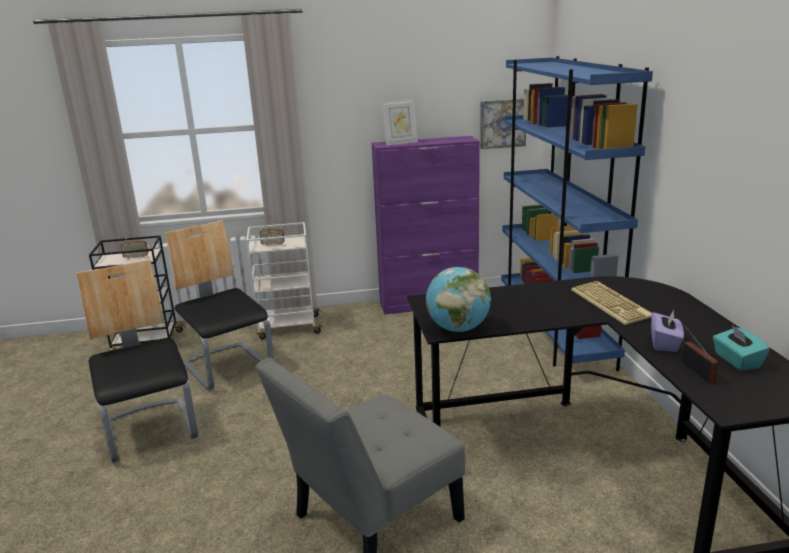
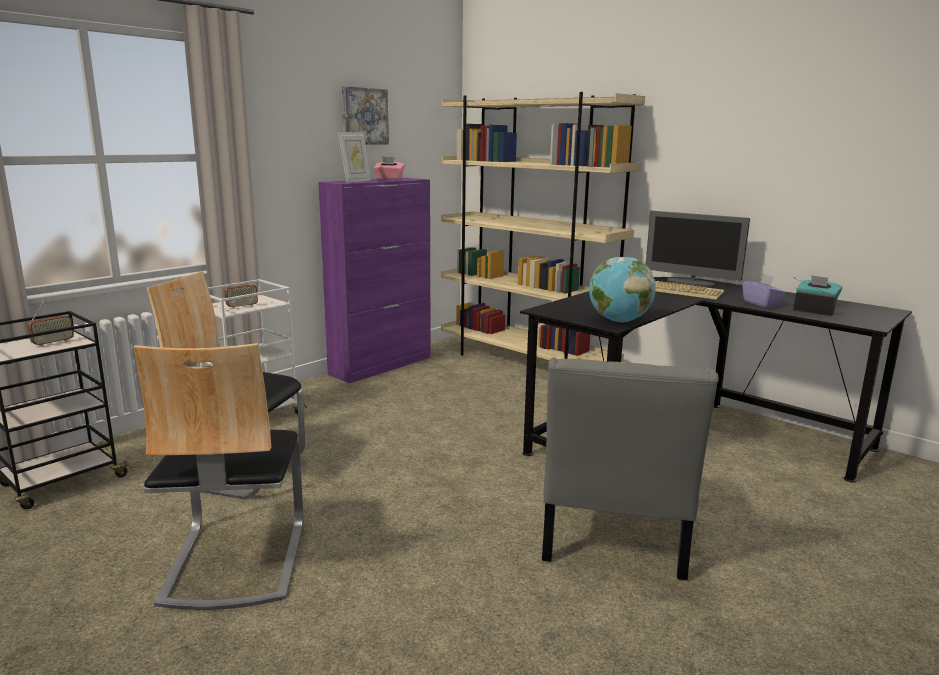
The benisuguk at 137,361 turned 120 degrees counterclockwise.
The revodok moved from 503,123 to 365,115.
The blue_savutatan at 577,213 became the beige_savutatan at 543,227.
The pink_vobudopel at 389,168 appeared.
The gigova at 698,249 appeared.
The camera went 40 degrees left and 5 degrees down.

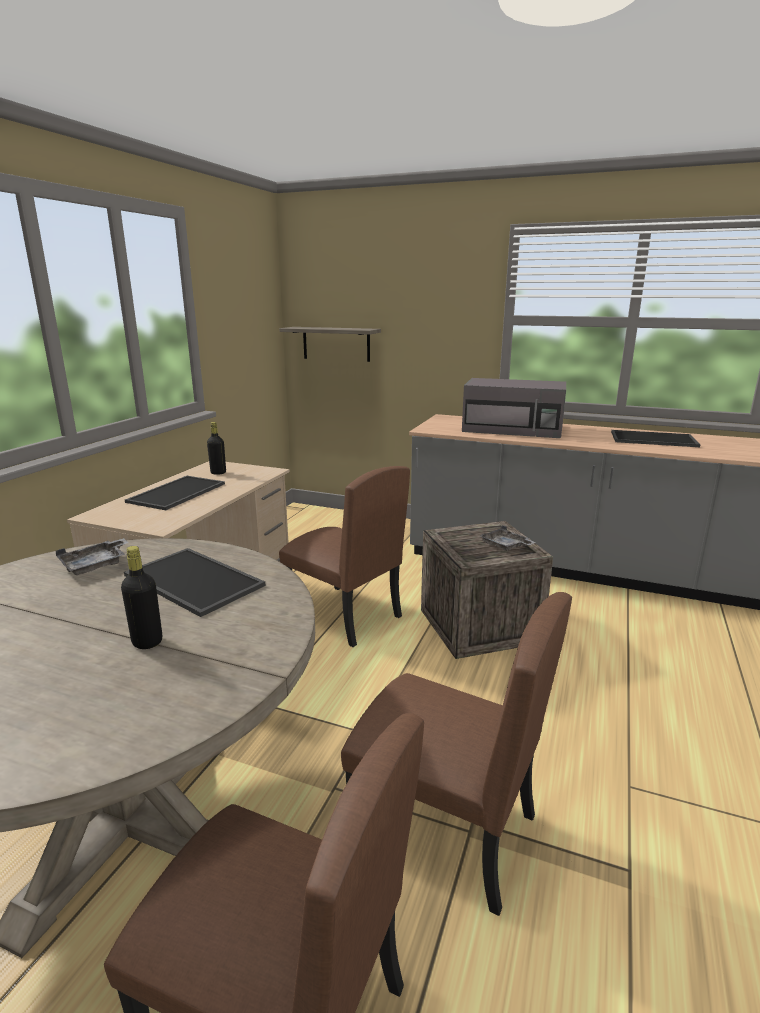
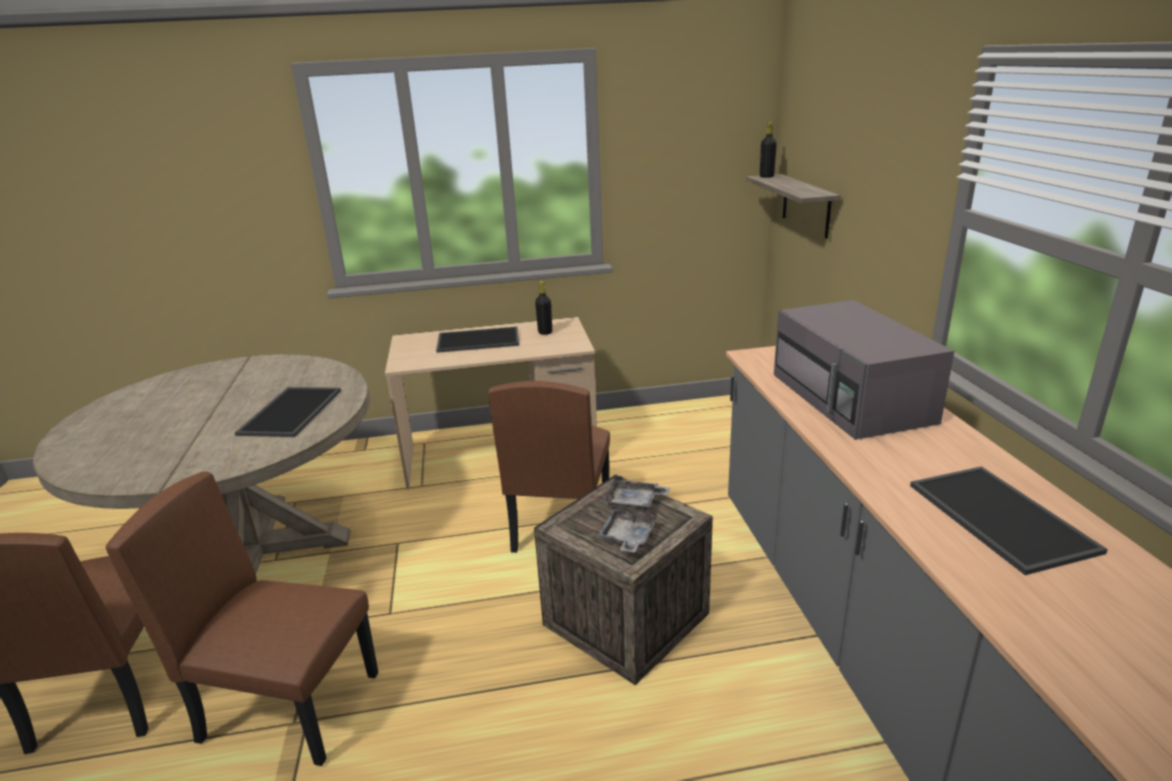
The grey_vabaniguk moved from 92,556 to 637,493.
The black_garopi moved from 141,597 to 768,150.
The brown_benisuguk at 456,754 turned 105 degrees clockwise.
The camera went 60 degrees right and 5 degrees up.

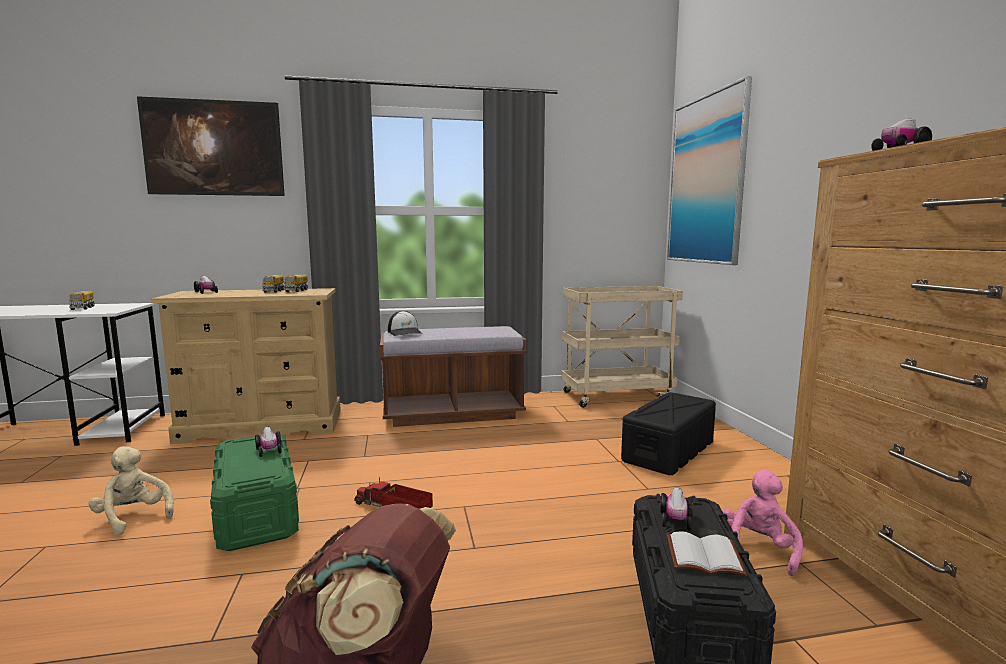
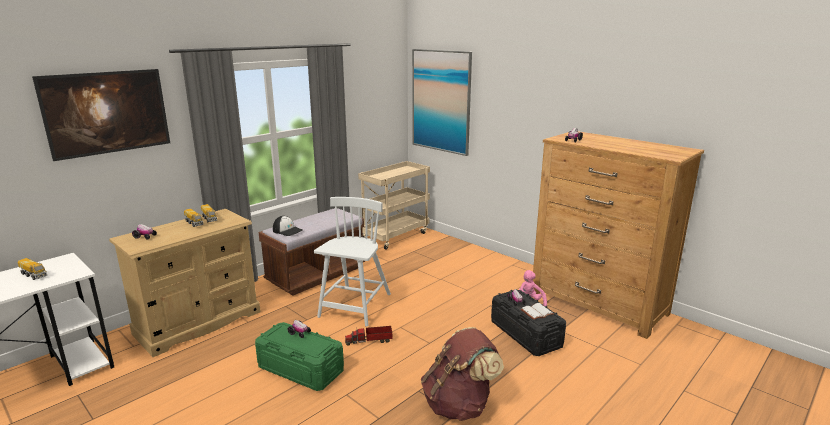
The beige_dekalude at 131,490 disappeared.
The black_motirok at 668,433 disappeared.
The white_benisuguk at 352,262 appeared.
The camera went 35 degrees left and 10 degrees up.

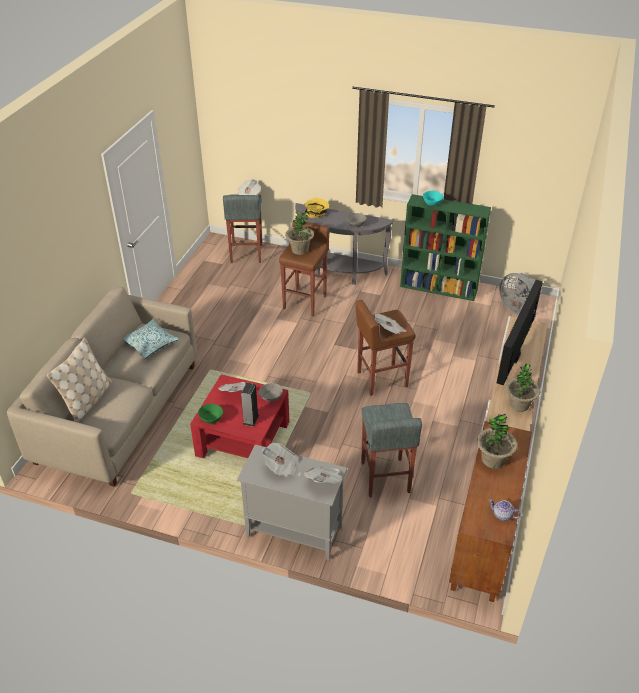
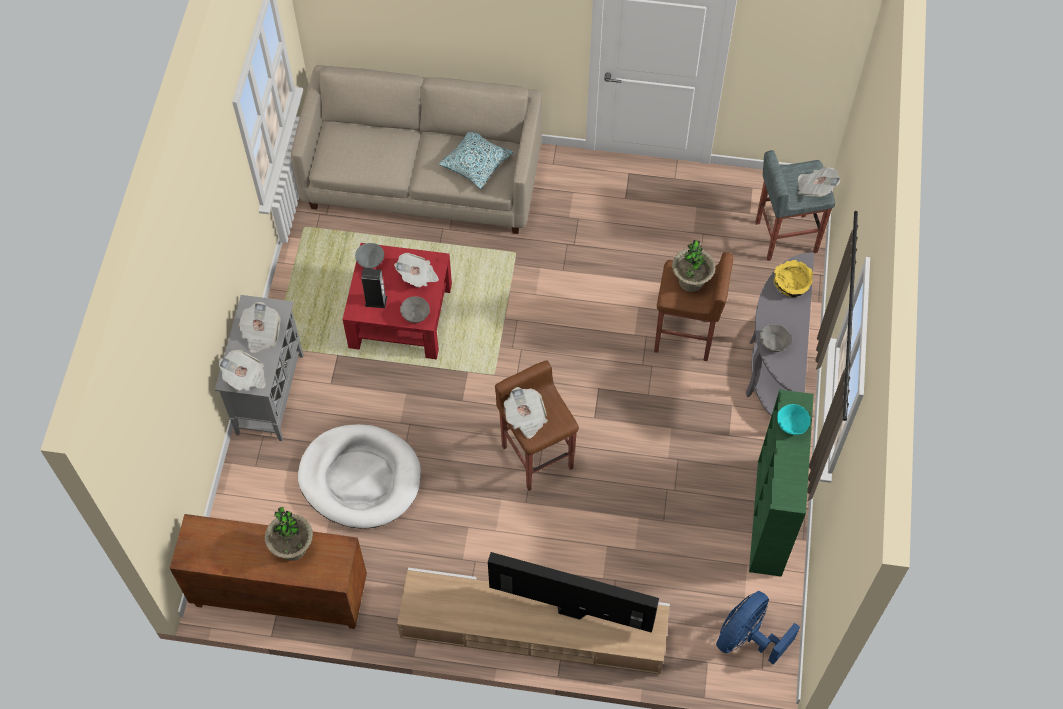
The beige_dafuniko at 79,379 disappeared.
The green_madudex at 210,413 became the grey_madudex at 369,256.
The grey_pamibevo at 391,450 was replaced by the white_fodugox at 359,476.
The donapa at 505,510 disappeared.
The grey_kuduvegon at 517,293 became the blue_kuduvegon at 758,628.
The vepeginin at 523,388 disappeared.
The camera went 80 degrees right and 20 degrees up.

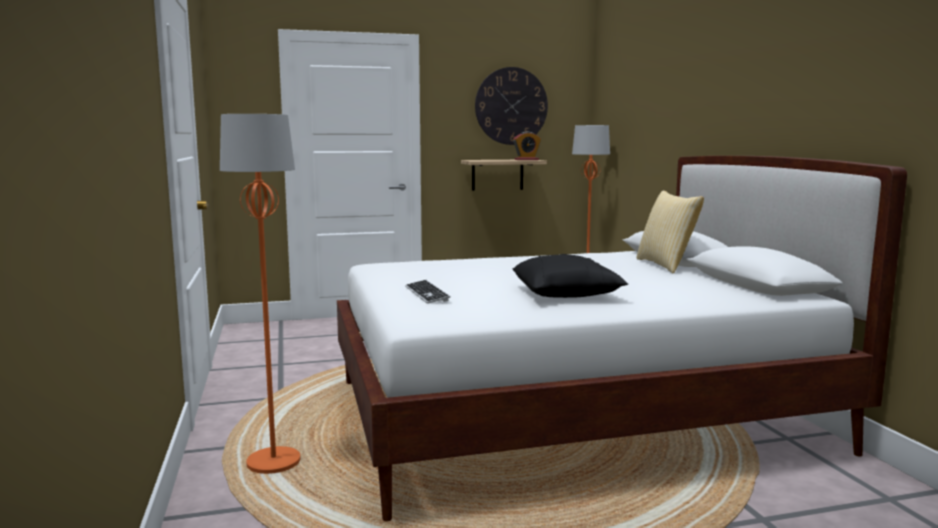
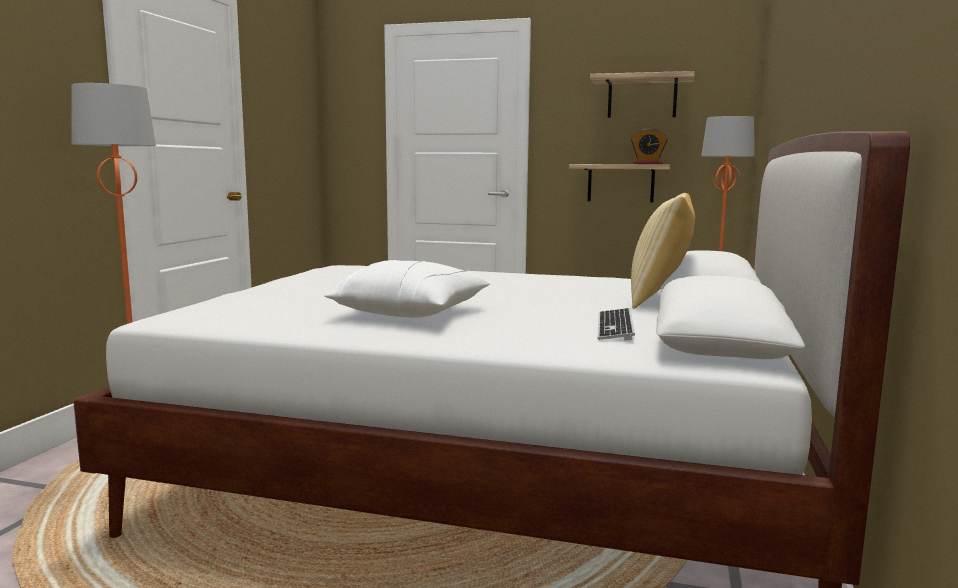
The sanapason moved from 427,292 to 616,324.
The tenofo at 511,106 was replaced by the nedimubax at 642,94.
The black_dafuniko at 570,276 became the white_dafuniko at 407,289.
The camera went 30 degrees right and 0 degrees up.

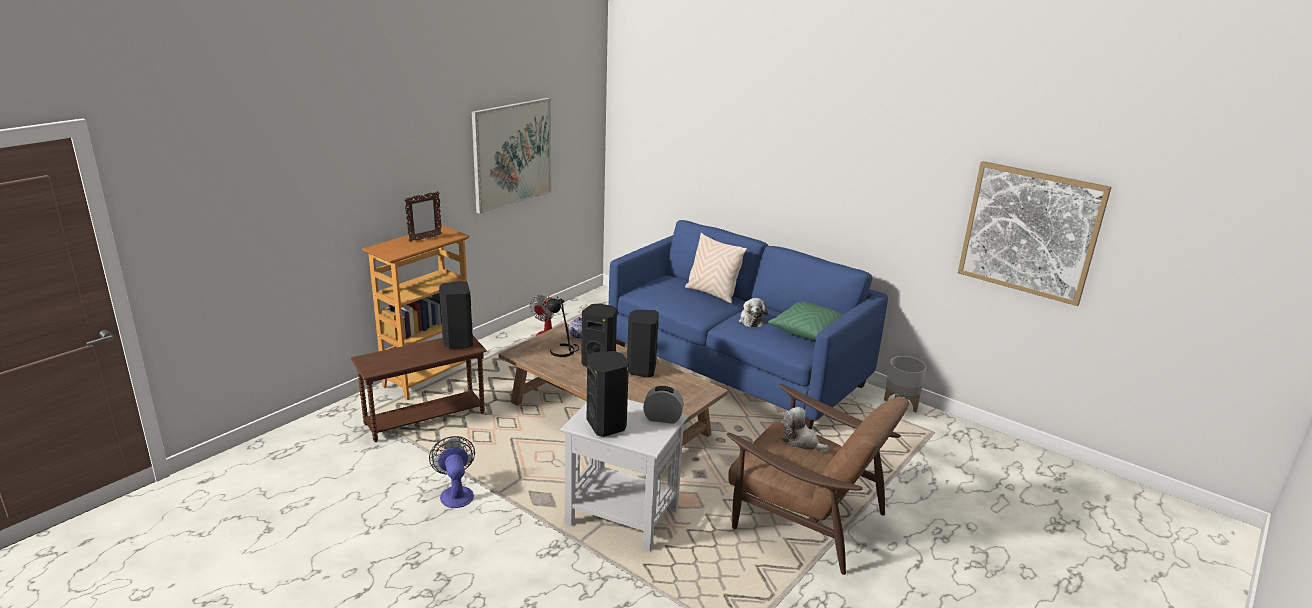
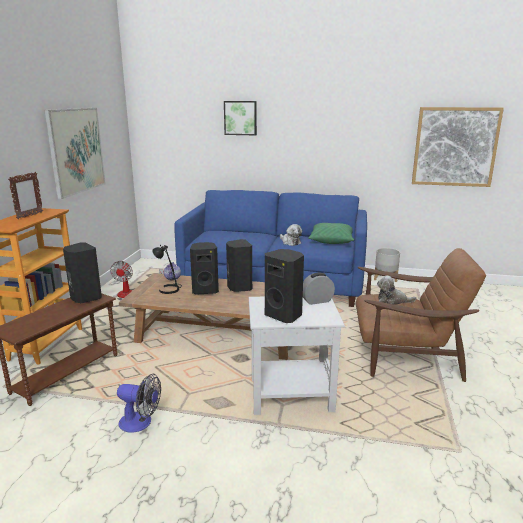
The kuduvegon at 452,472 turned 150 degrees clockwise.
The beige_dafuniko at 716,268 disappeared.
The revodok at 240,118 appeared.
The camera went 25 degrees left and 5 degrees down.

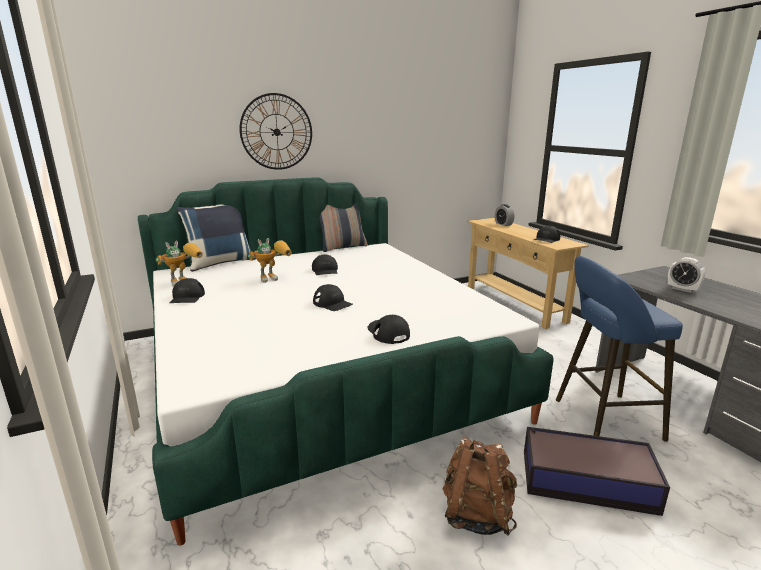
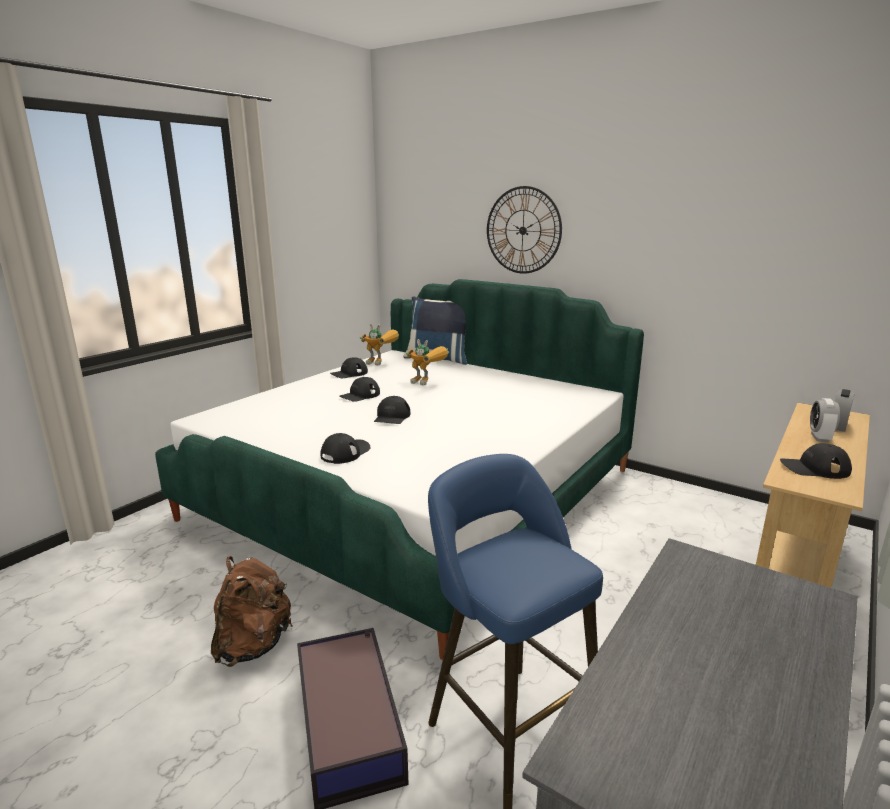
The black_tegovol moved from 325,265 to 360,389.
The dafuniko at 344,227 disappeared.
The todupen moved from 686,275 to 825,420.
The camera went 60 degrees right and 0 degrees up.

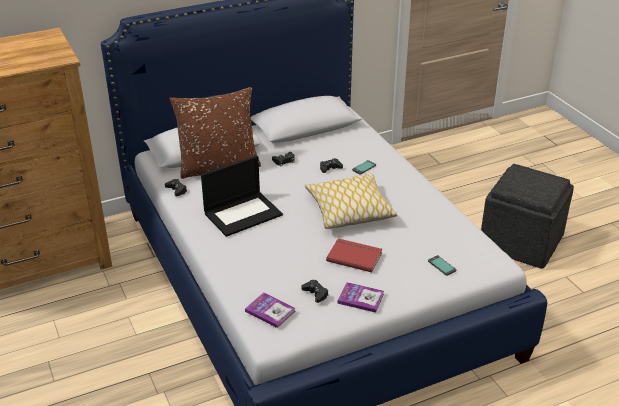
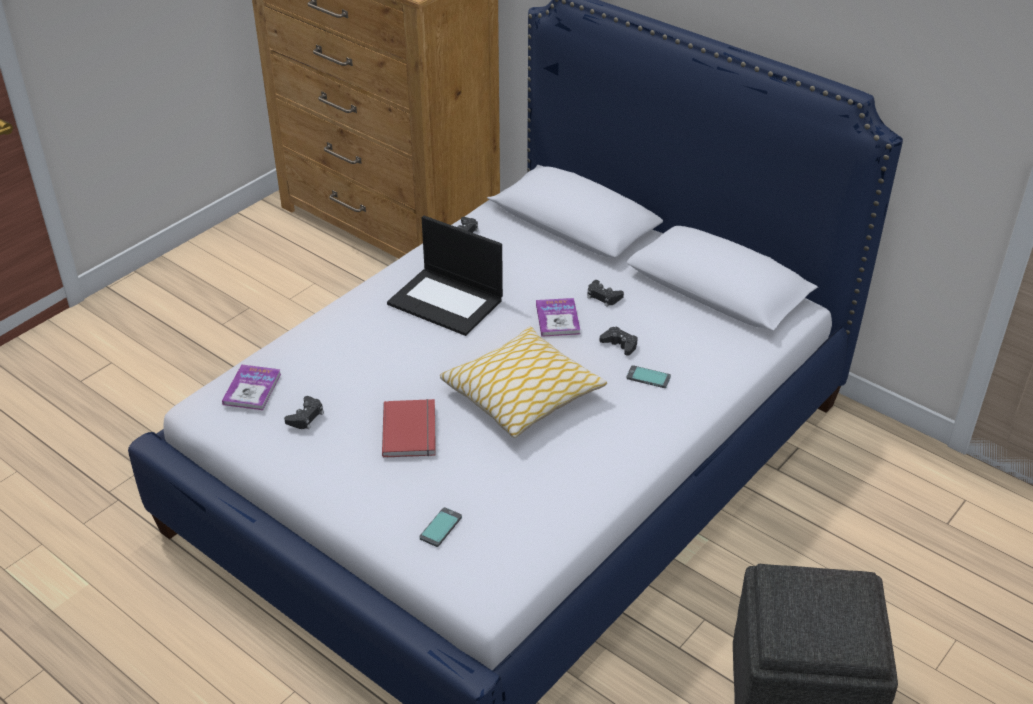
The brown_dafuniko at 215,133 disappeared.
The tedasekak moved from 360,297 to 558,317.
The camera went 65 degrees right and 5 degrees up.

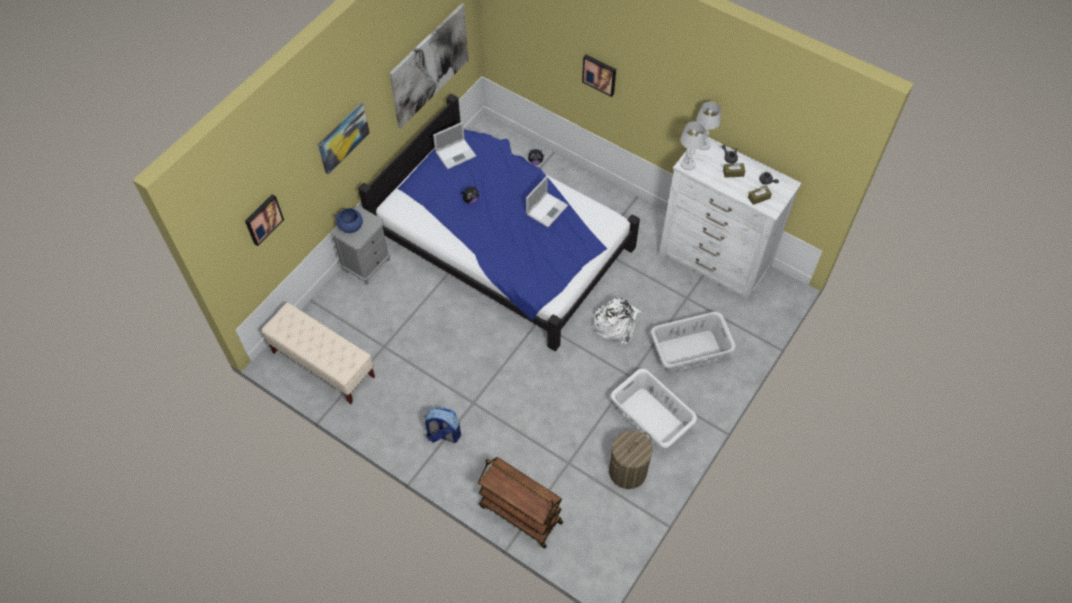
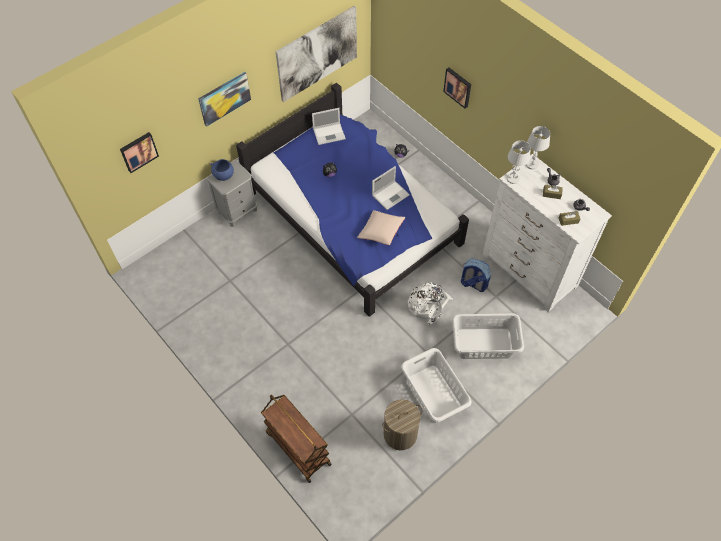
The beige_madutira at 318,353 disappeared.
The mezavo moved from 442,425 to 476,275.
The beige_dafuniko at 381,227 appeared.
The camera went 15 degrees right and 0 degrees up.

